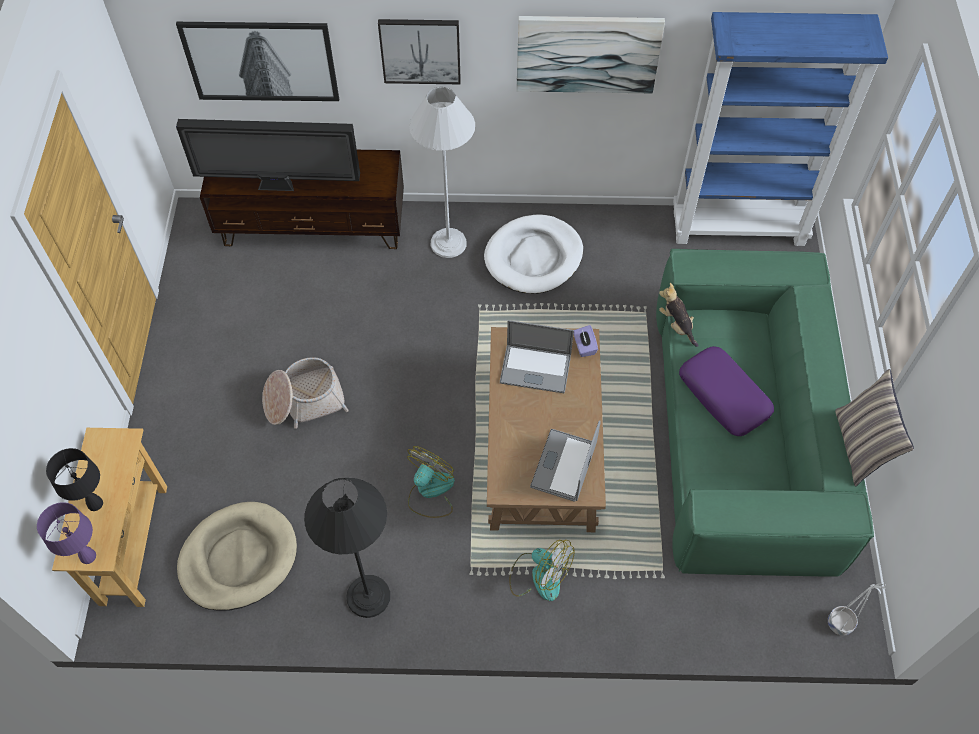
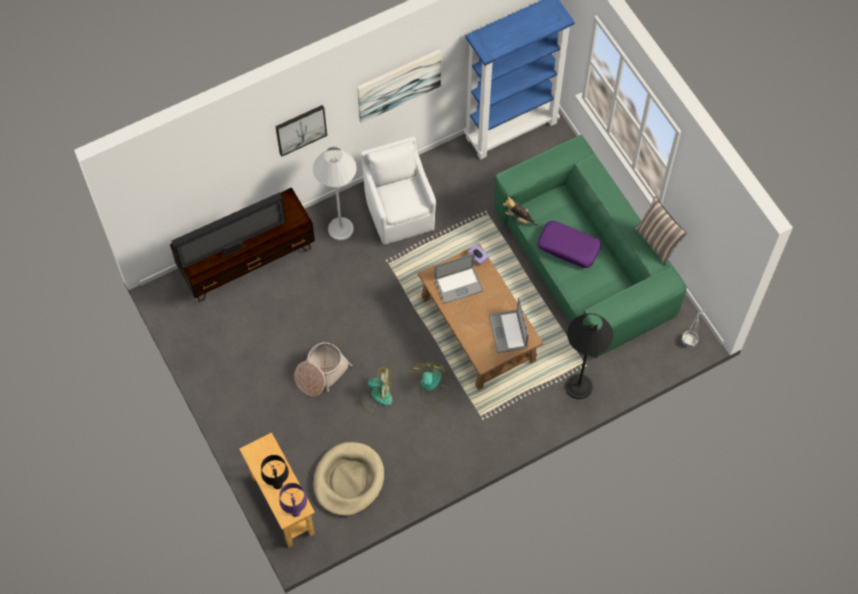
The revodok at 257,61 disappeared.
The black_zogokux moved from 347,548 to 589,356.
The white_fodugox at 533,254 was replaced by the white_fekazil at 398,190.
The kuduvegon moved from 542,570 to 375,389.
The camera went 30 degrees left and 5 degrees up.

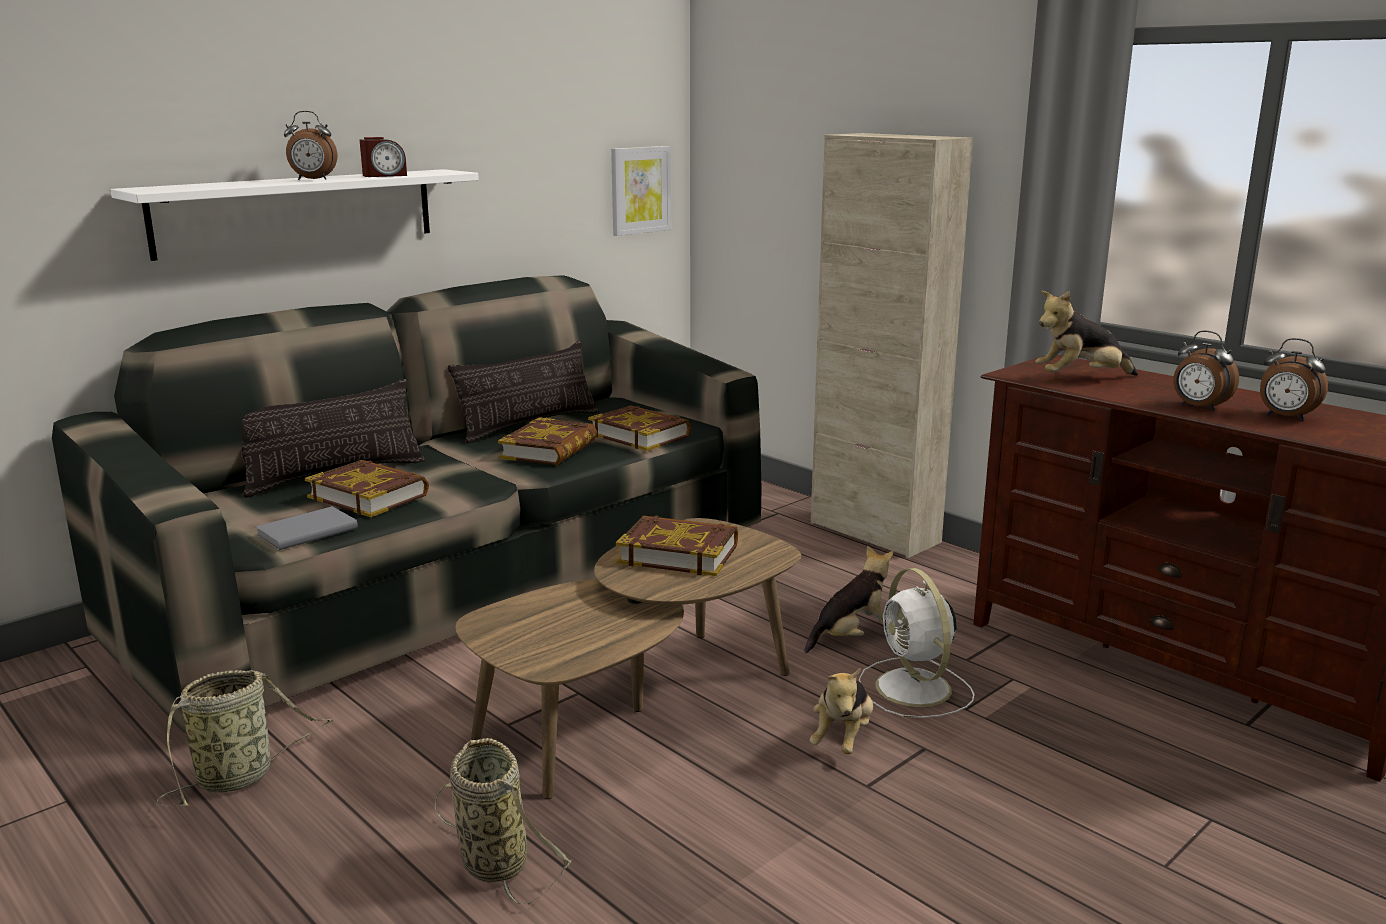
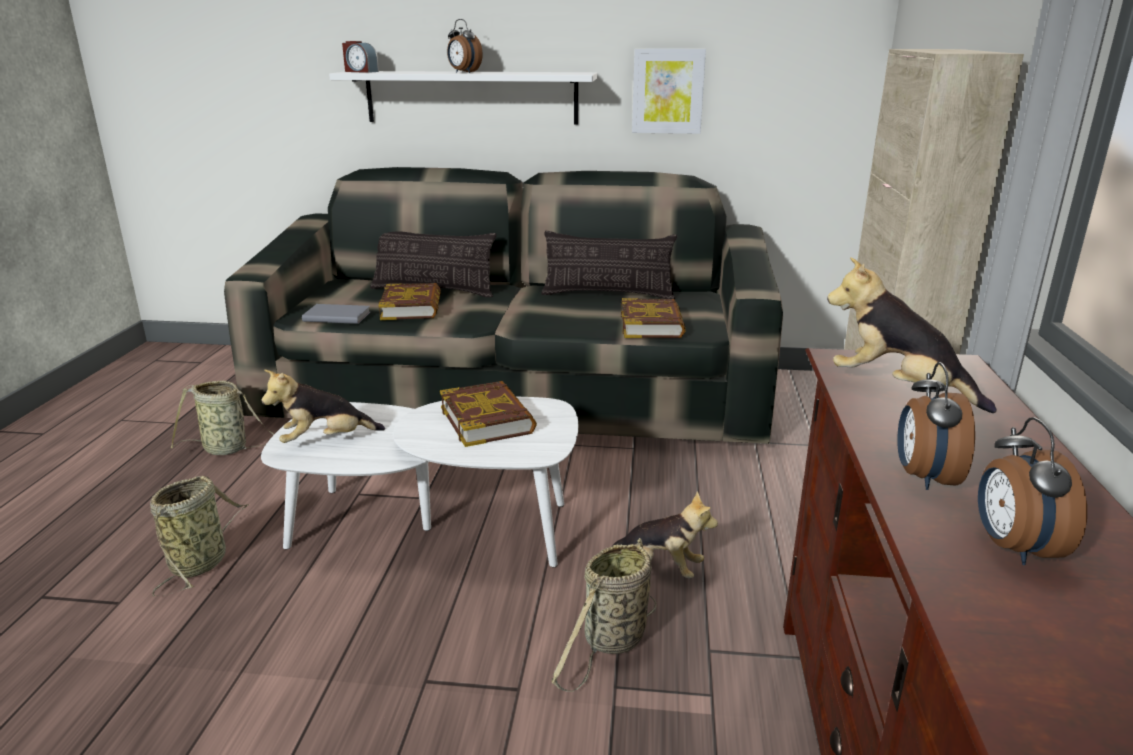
The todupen moved from 383,157 to 360,57.
The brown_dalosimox at 628,658 became the white_dalosimox at 419,482.
The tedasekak at 547,441 disappeared.
The revodok moved from 641,191 to 669,91.
The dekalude moved from 841,711 to 323,406.
The white_kuduvegon at 916,643 was replaced by the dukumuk at 604,615.
The camera went 50 degrees right and 5 degrees up.

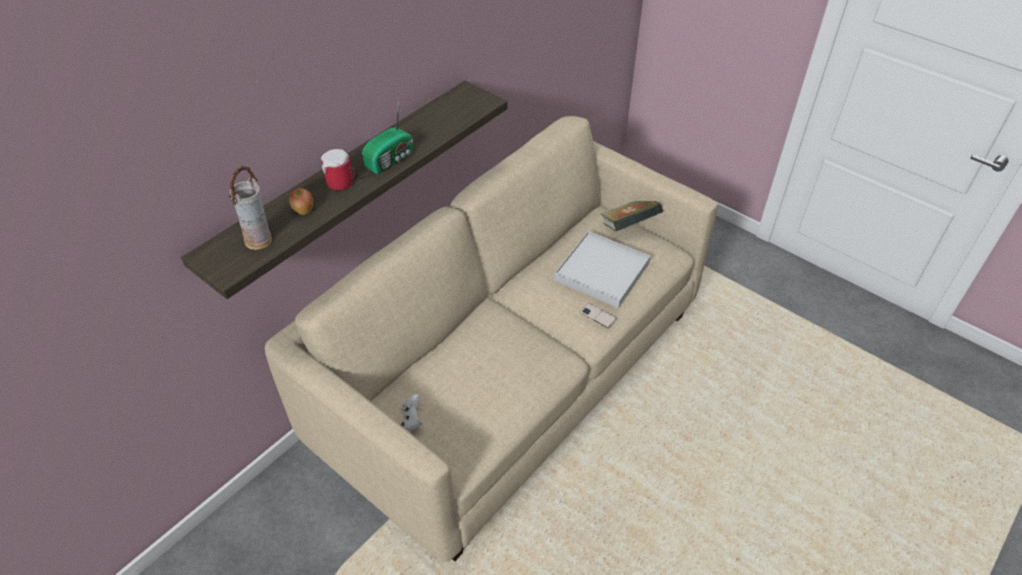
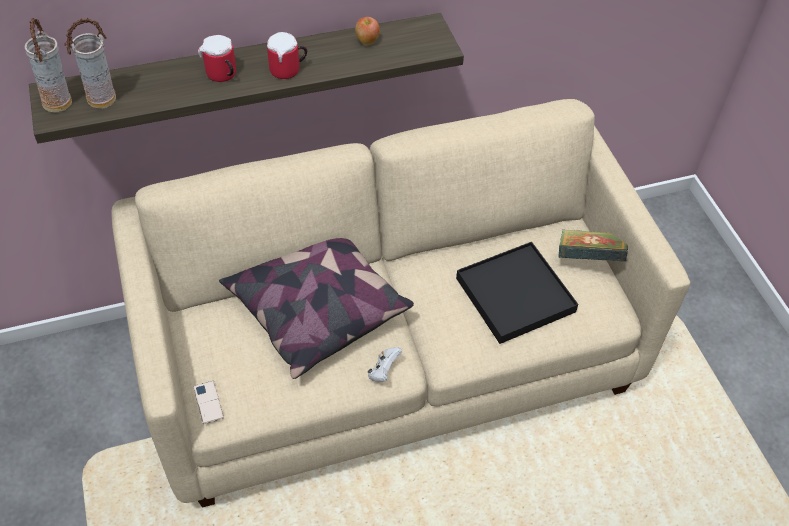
The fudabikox moved from 300,201 to 367,31.
The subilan at 387,137 was replaced by the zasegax at 287,55.
The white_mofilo moved from 411,412 to 385,364.
The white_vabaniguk at 602,269 became the black_vabaniguk at 517,293.
The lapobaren moved from 598,316 to 209,402.
The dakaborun at 48,65 appeared.
The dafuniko at 316,308 appeared.
The camera went 30 degrees right and 5 degrees up.

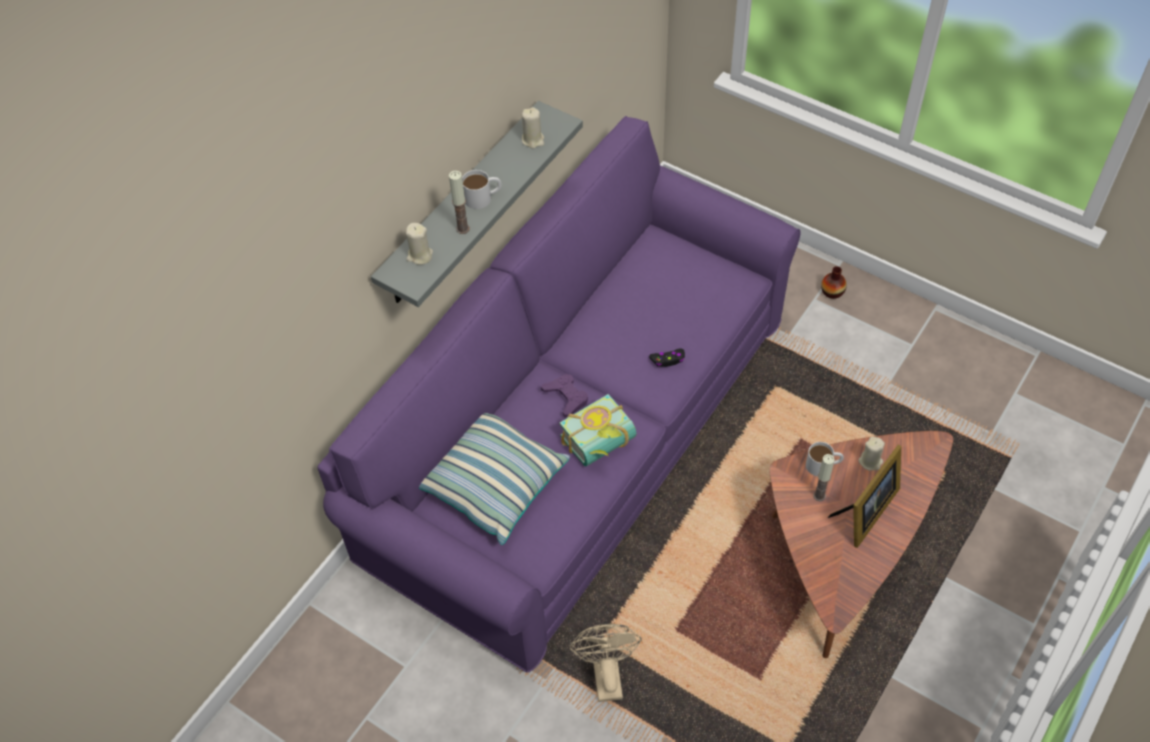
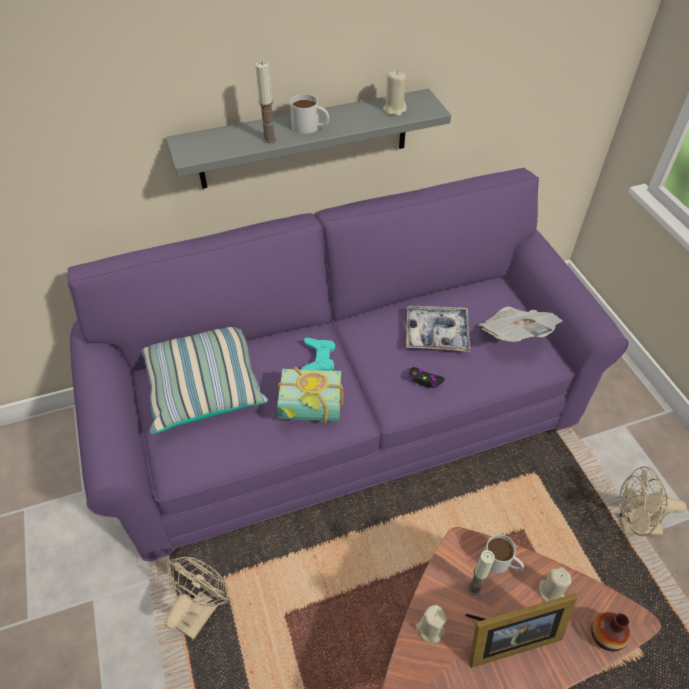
The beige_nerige moved from 419,244 to 431,624.
The purple_mofilo at 564,395 became the turquoise_mofilo at 318,354.
The dakaborun moved from 834,282 to 611,631.
The vabaniguk at 438,328 appeared.
The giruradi at 521,324 appeared.
The beige_kuduvegon at 653,501 appeared.
The camera went 35 degrees right and 5 degrees down.

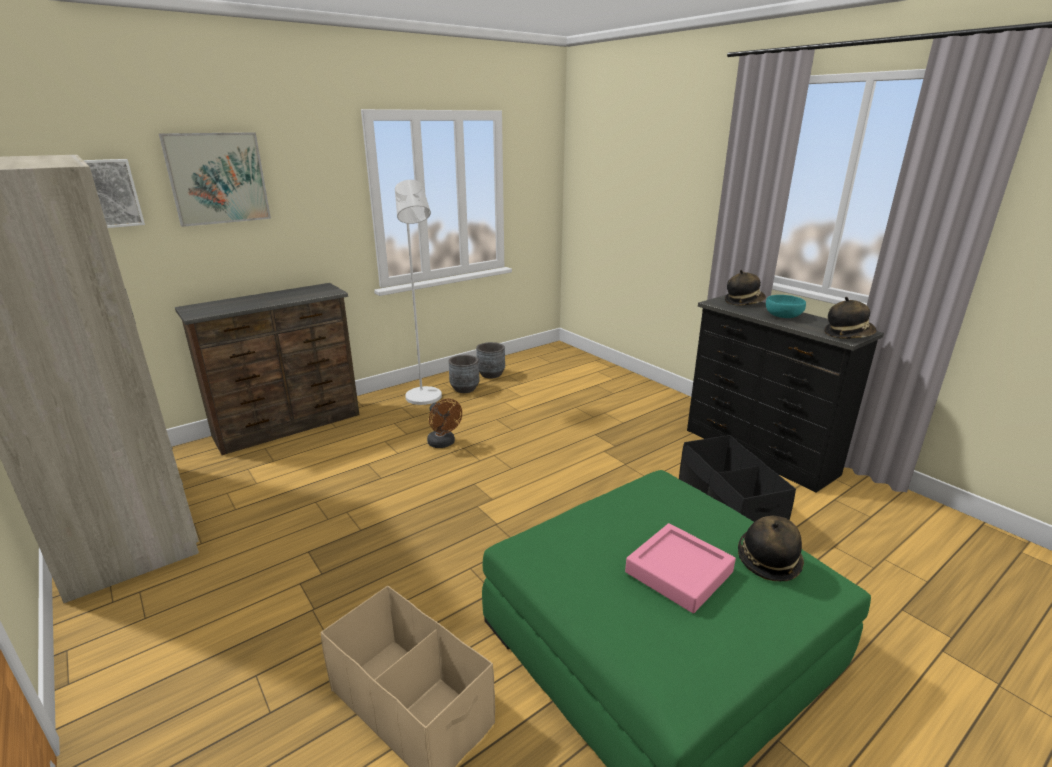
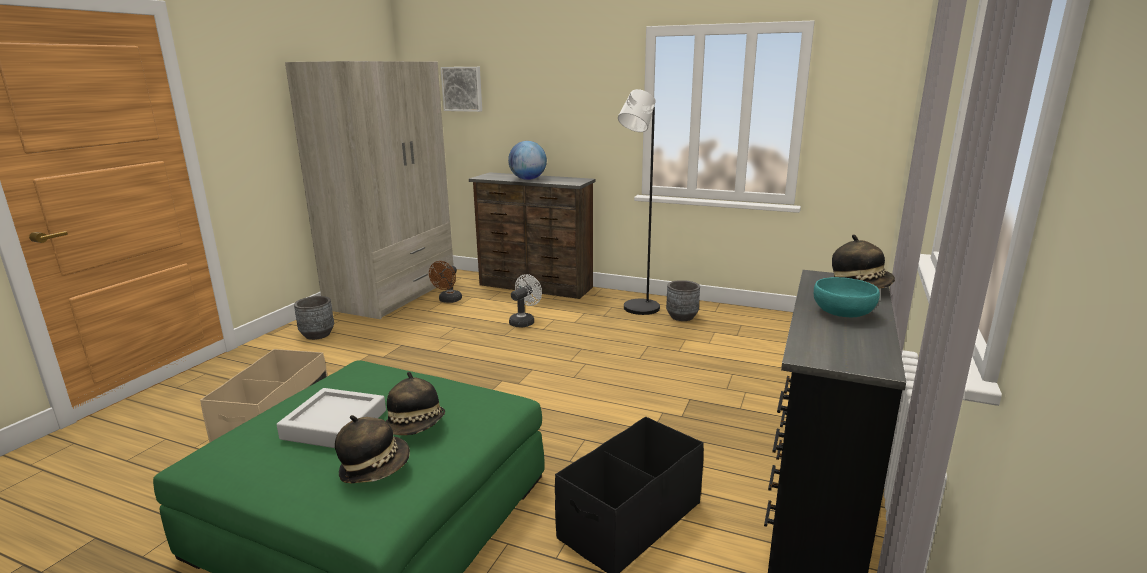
The revodok at 215,179 disappeared.
The white_zogokux at 418,292 became the black_zogokux at 639,202.
The brown_kuduvegon moved from 444,423 to 445,282.
The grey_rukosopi moved from 490,360 to 314,318.
The pink_vabaniguk at 680,568 became the grey_vabaniguk at 331,418.
The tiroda moved from 850,318 to 415,403.
The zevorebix at 527,160 appeared.
The white_kuduvegon at 525,301 appeared.
The camera went 60 degrees right and 5 degrees down.

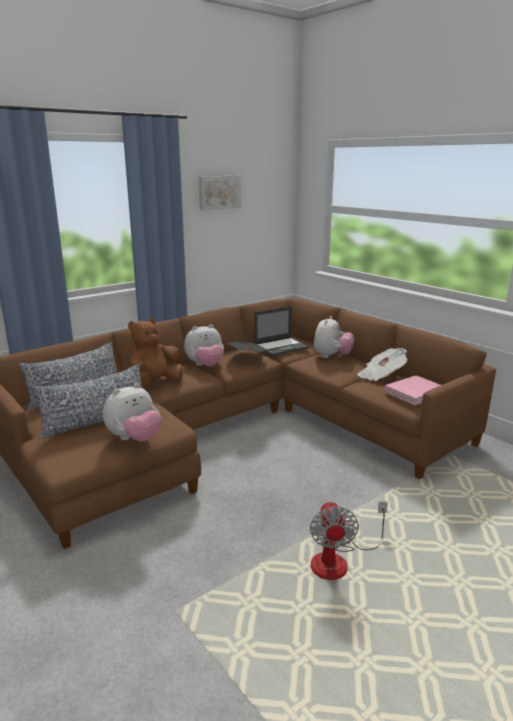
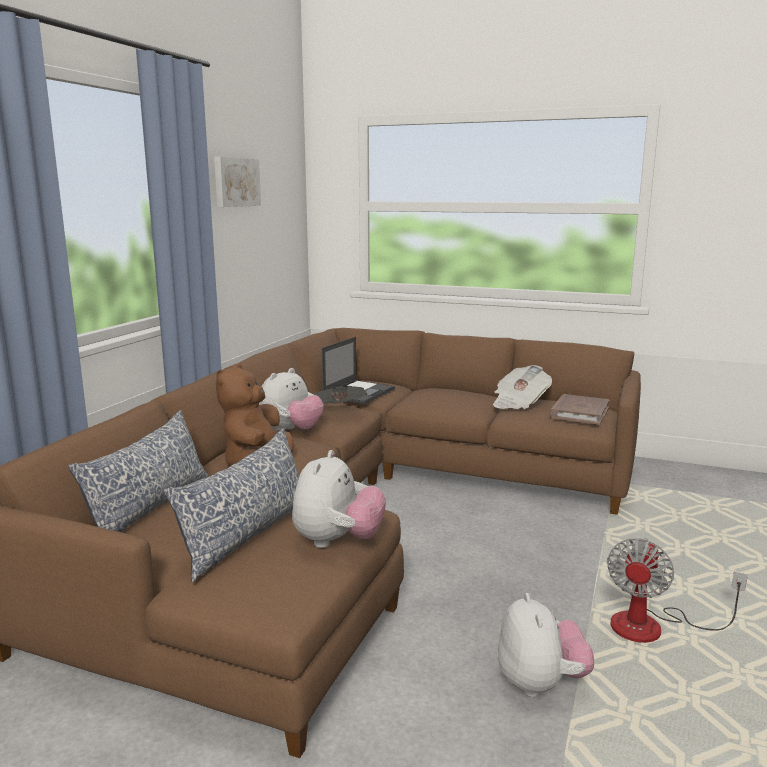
The kuduvegon at 349,540 turned 60 degrees clockwise.
The dekalude moved from 334,337 to 546,645.
The pink_tedasekak at 412,391 became the brown_tedasekak at 579,409.
The camera went 30 degrees left and 5 degrees down.

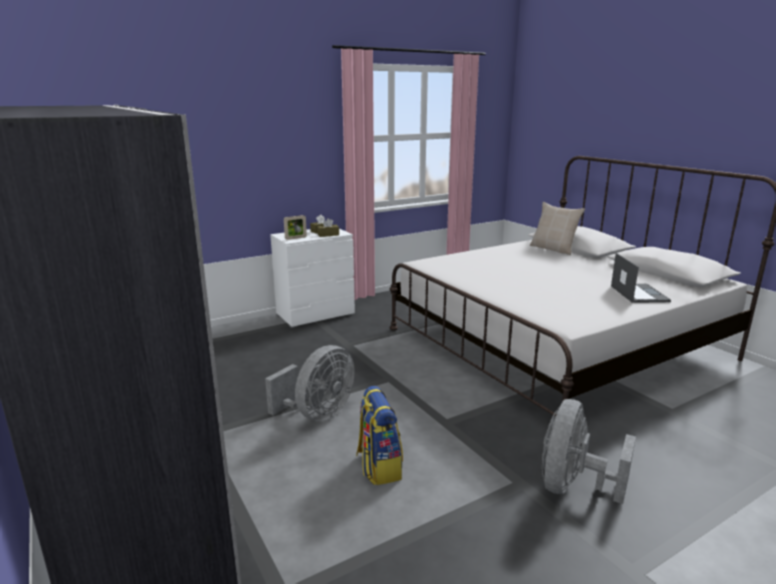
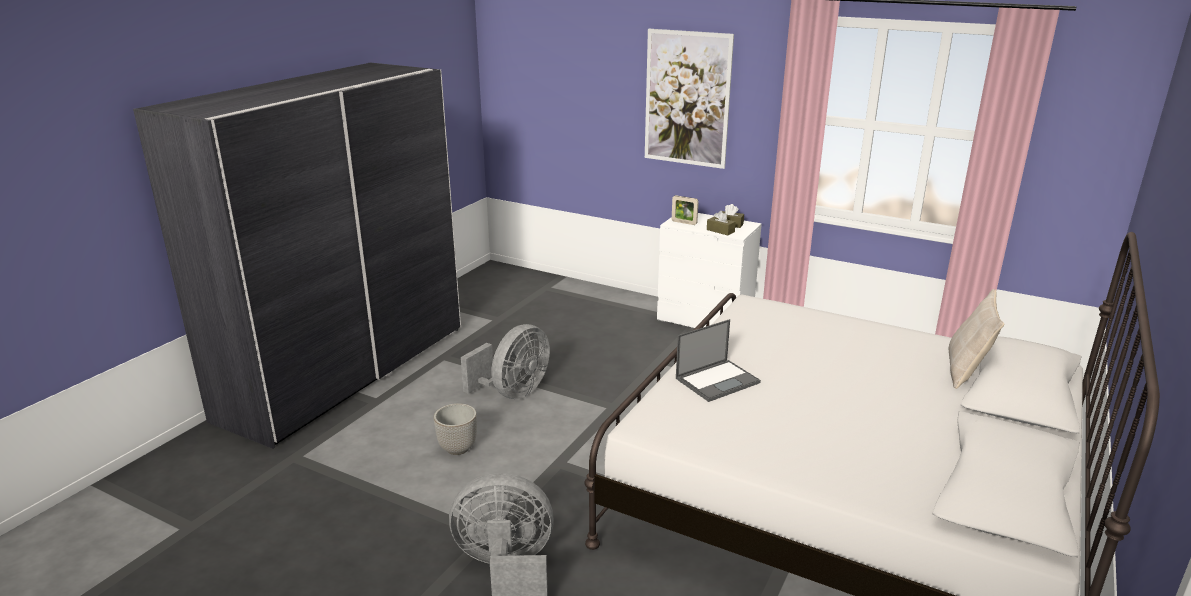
The grey_kuduvegon at 310,383 turned 60 degrees counterclockwise.
The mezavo at 379,435 was replaced by the rukosopi at 455,429.
The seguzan moved from 641,278 to 718,360.
The revodok at 689,99 appeared.
The camera went 60 degrees right and 5 degrees up.

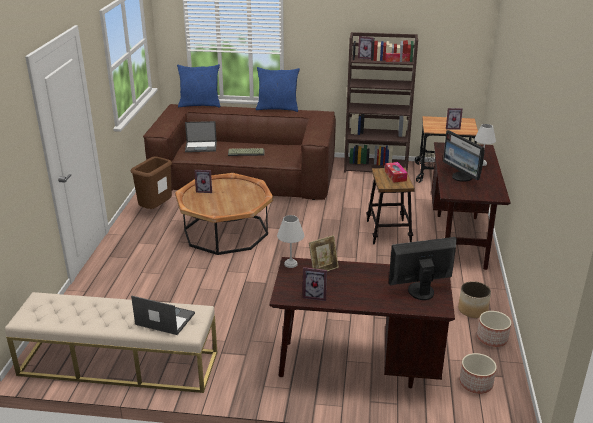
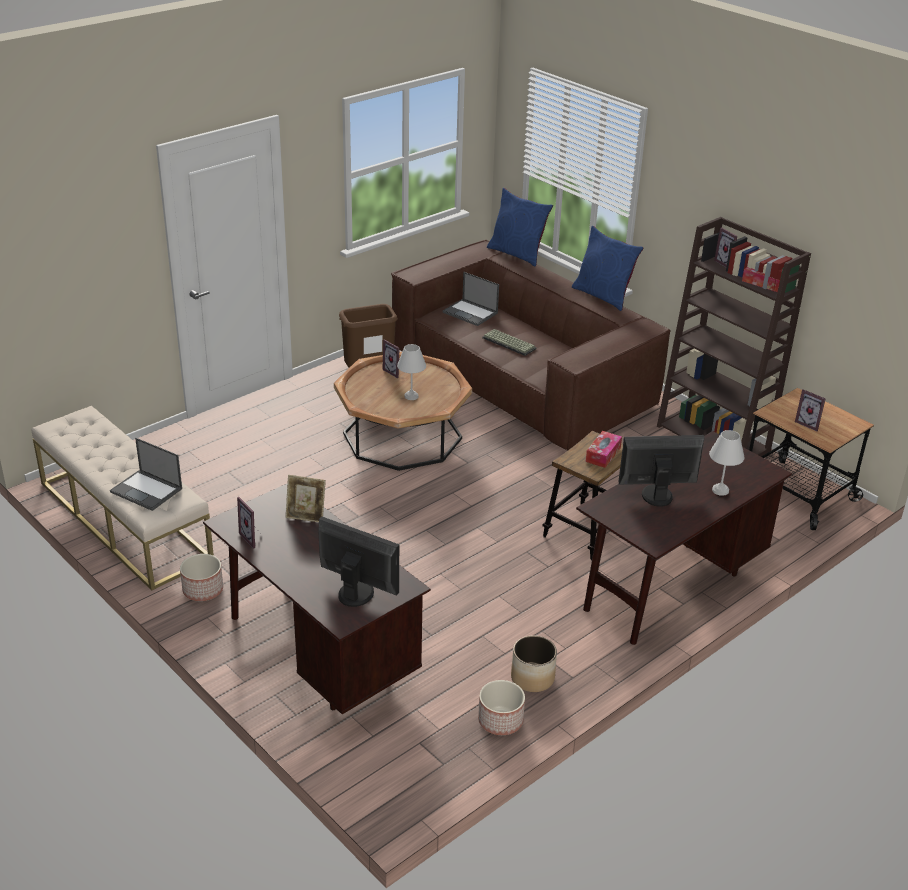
The seguzan at 163,315 turned 150 degrees clockwise.
The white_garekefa moved from 291,241 to 411,372.
The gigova at 464,156 turned 75 degrees clockwise.
The rukosopi moved from 478,373 to 201,577.
The camera went 40 degrees right and 5 degrees up.

